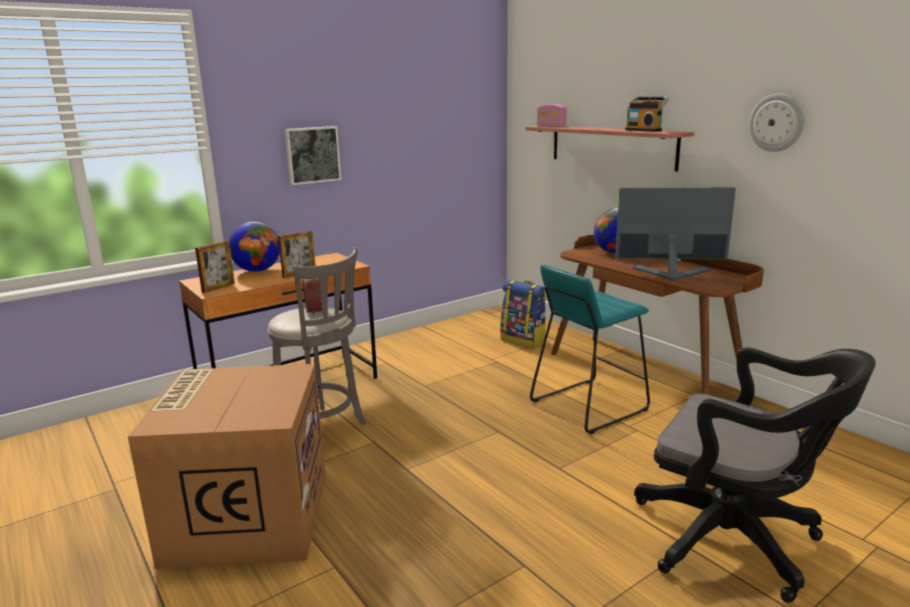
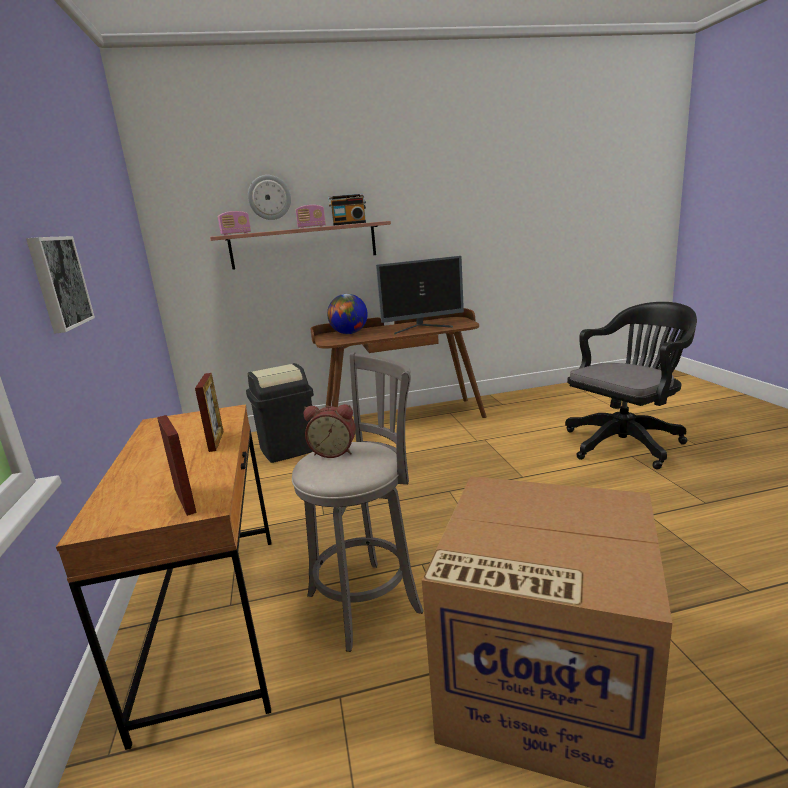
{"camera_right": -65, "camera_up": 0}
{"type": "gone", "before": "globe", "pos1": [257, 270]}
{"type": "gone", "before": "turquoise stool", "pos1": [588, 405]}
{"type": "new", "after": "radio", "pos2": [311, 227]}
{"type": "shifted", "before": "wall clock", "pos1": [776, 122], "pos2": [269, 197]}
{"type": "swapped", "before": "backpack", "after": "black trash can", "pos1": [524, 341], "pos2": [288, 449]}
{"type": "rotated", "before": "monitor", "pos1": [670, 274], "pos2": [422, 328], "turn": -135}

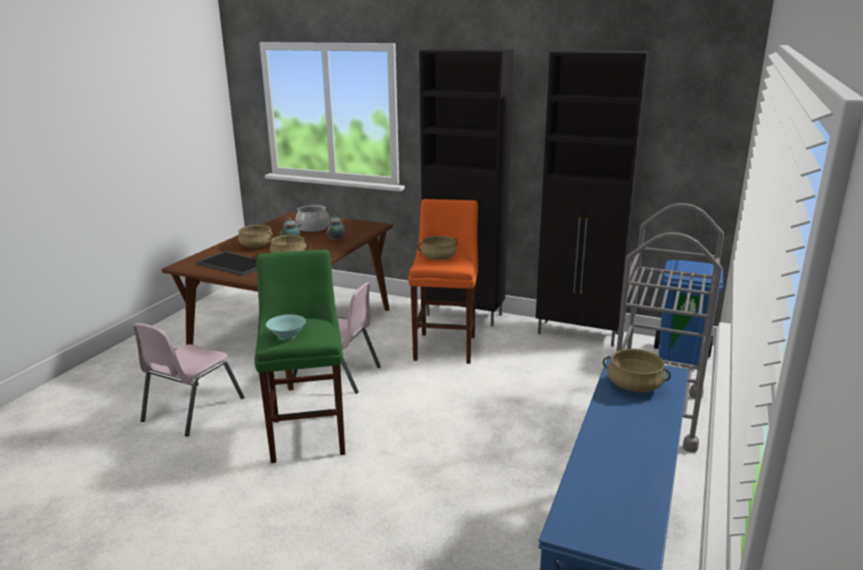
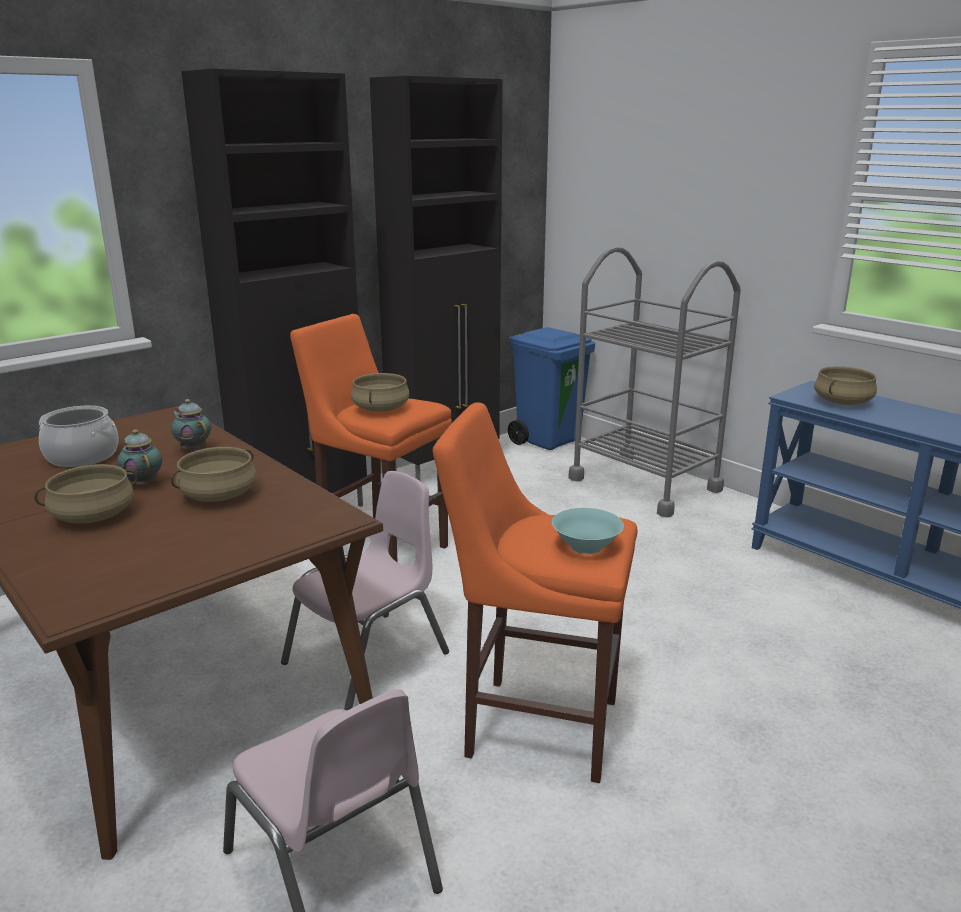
{"camera_right": -65, "camera_up": 0}
{"type": "gone", "before": "tray", "pos1": [235, 263]}
{"type": "repainted", "before": "green stool", "after": "orange stool", "pos1": [308, 433], "pos2": [534, 725]}

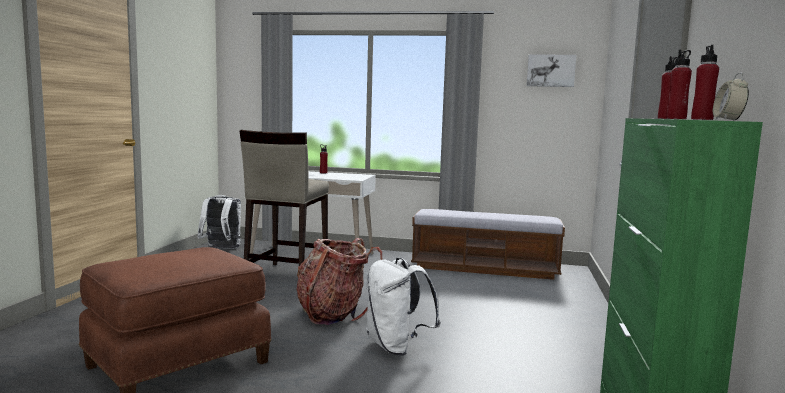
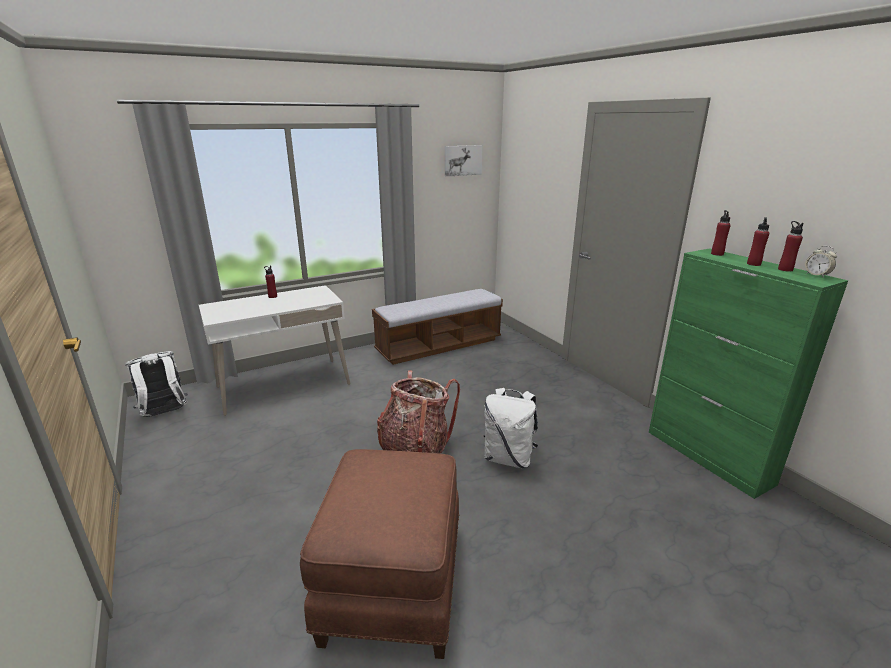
{"camera_right": -40, "camera_up": 15}
{"type": "gone", "before": "beige stool", "pos1": [285, 275]}

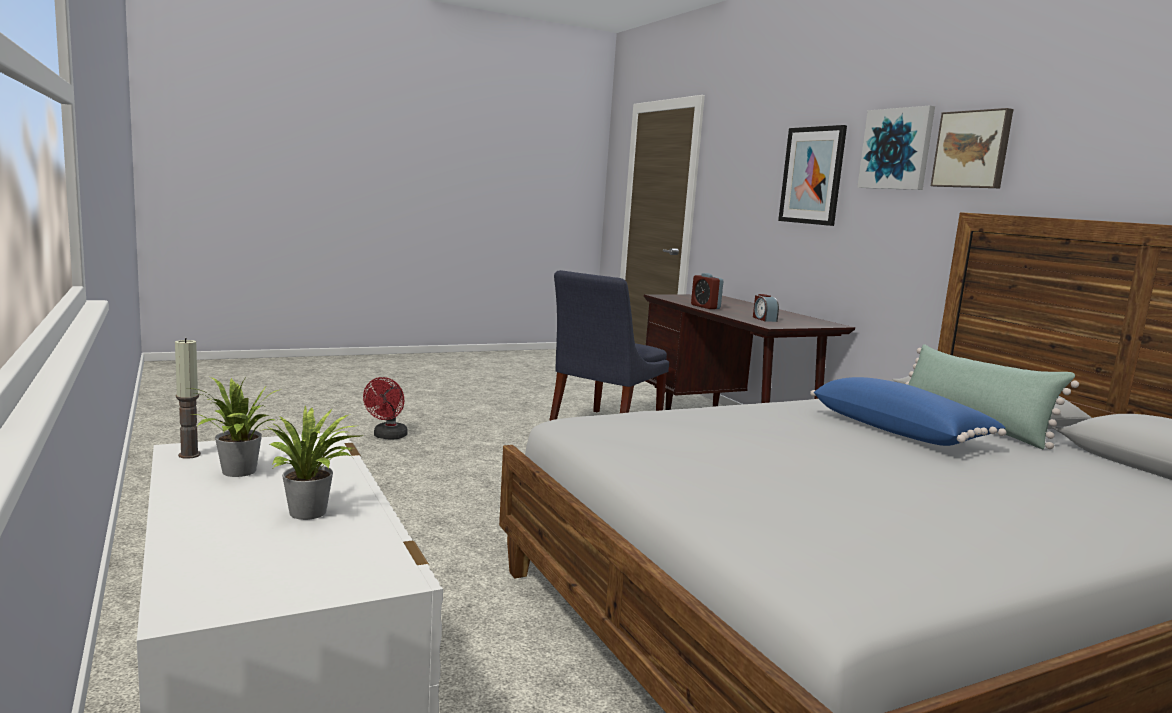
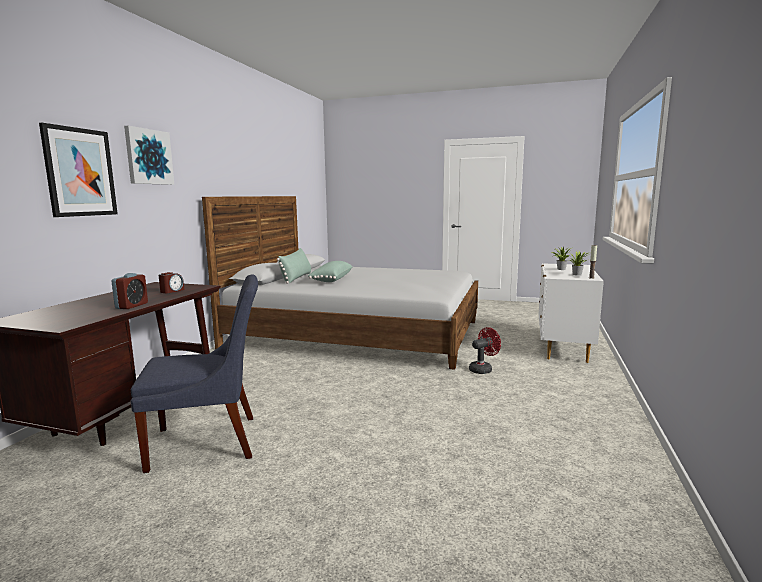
{"camera_right": -135, "camera_up": 0}
{"type": "gone", "before": "picture", "pos1": [973, 149]}
{"type": "shifted", "before": "red fan", "pos1": [388, 437], "pos2": [483, 369]}
{"type": "repainted", "before": "blue pillow", "after": "green pillow", "pos1": [900, 432], "pos2": [331, 280]}

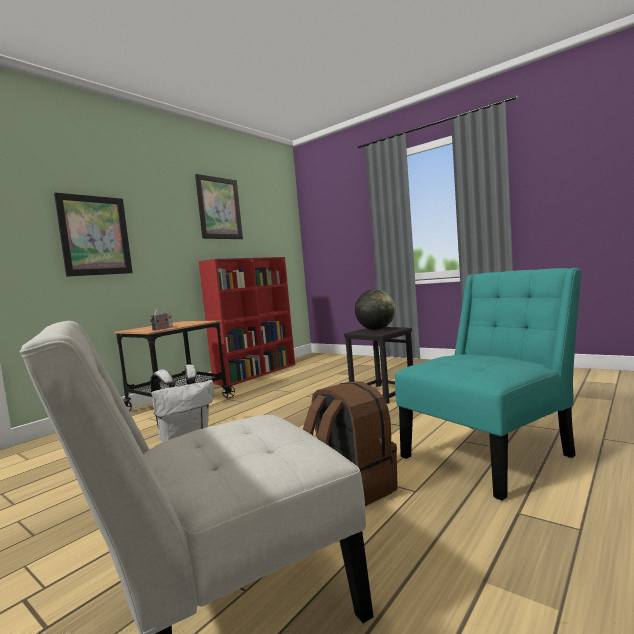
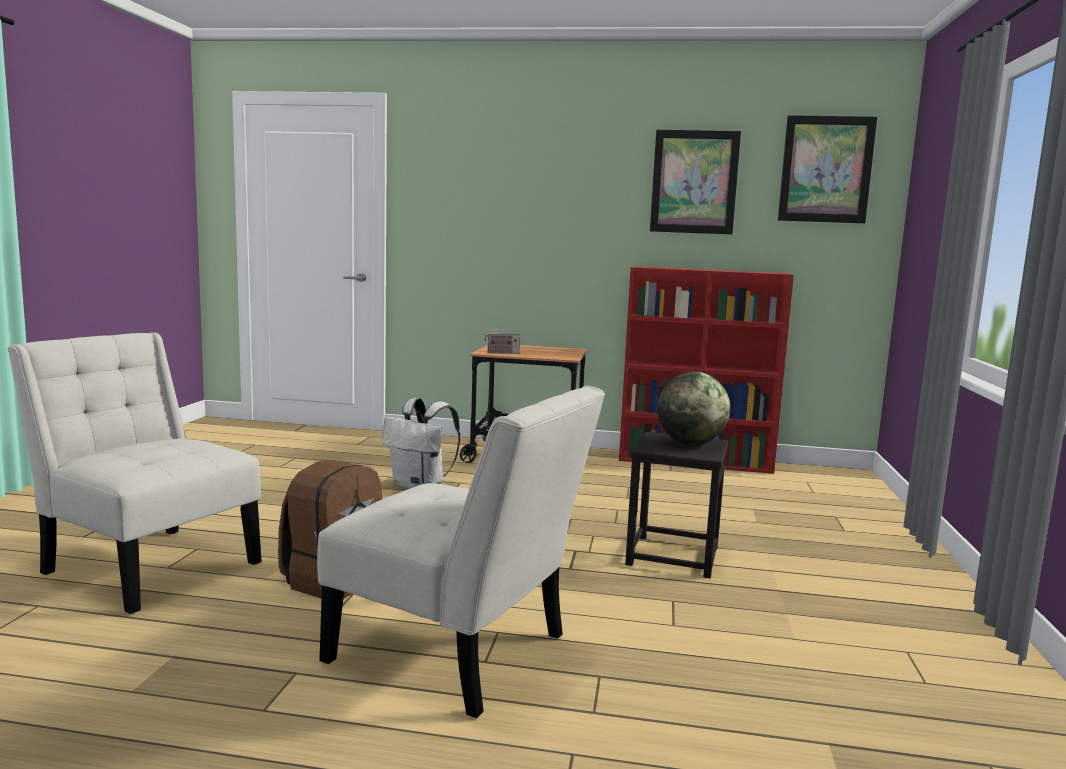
{"camera_right": 60, "camera_up": 5}
{"type": "shifted", "before": "picture", "pos1": [95, 235], "pos2": [826, 169]}
{"type": "repainted", "before": "turquoise chair", "after": "white chair", "pos1": [491, 454], "pos2": [458, 653]}

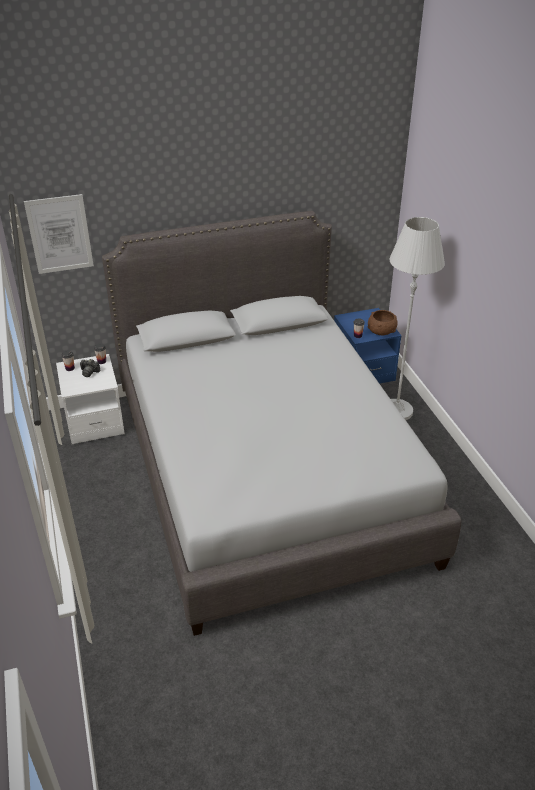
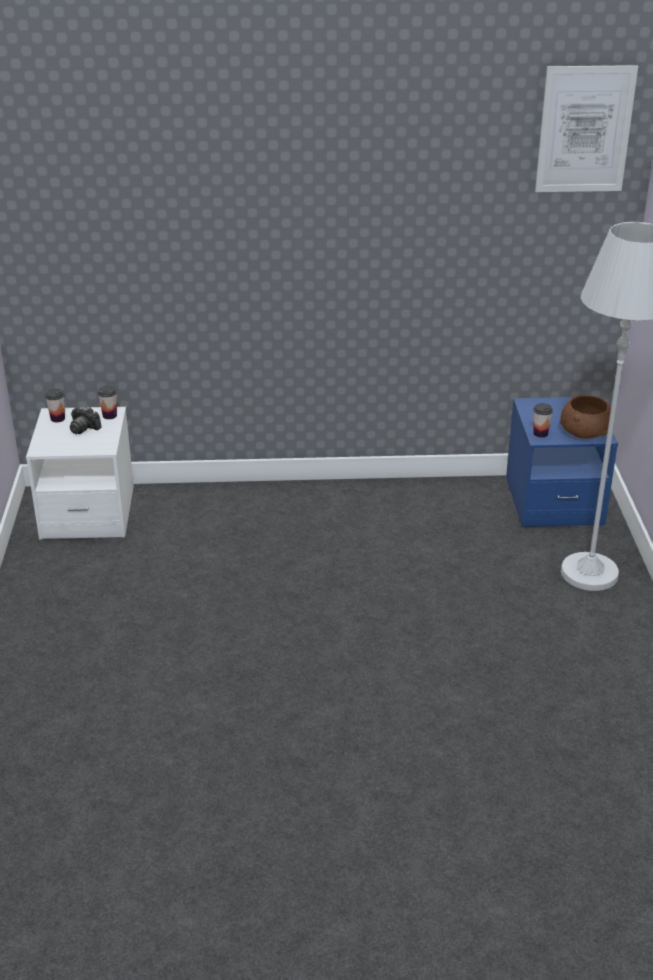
{"camera_right": 15, "camera_up": -5}
{"type": "gone", "before": "grey bed", "pos1": [267, 474]}
{"type": "shifted", "before": "picture", "pos1": [60, 234], "pos2": [584, 129]}

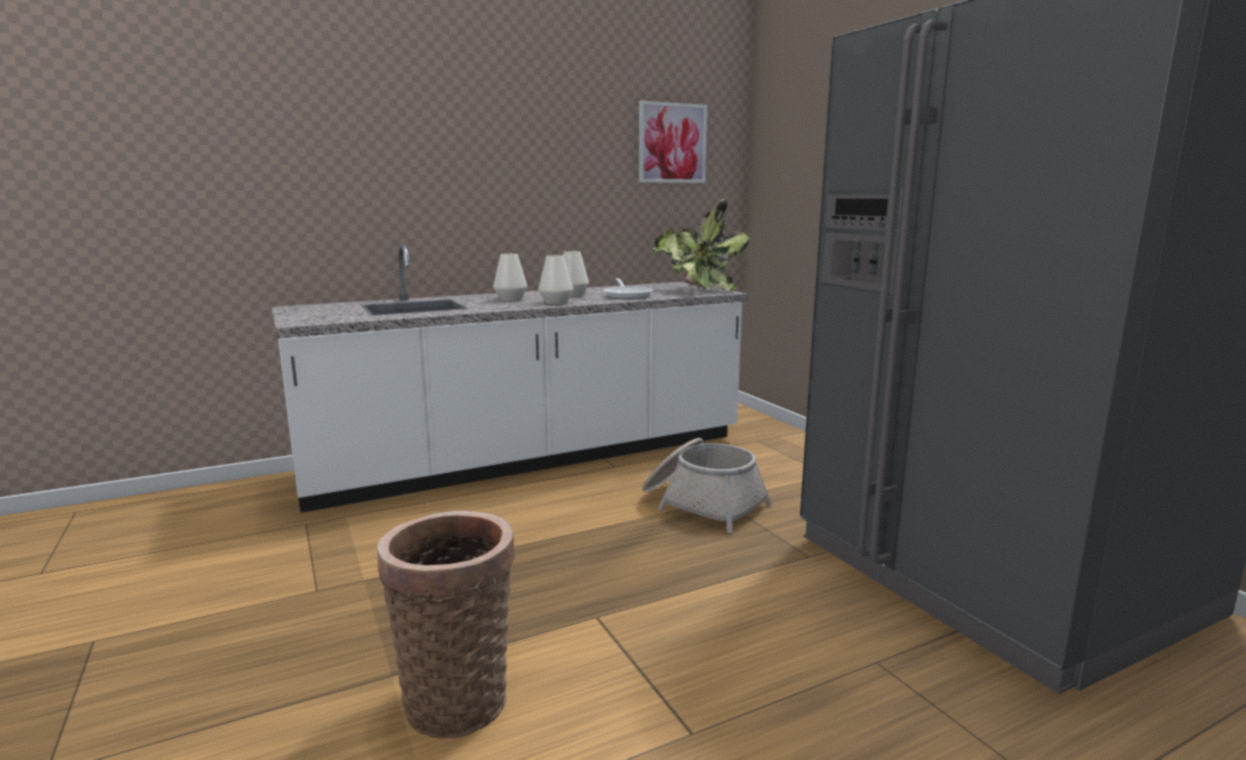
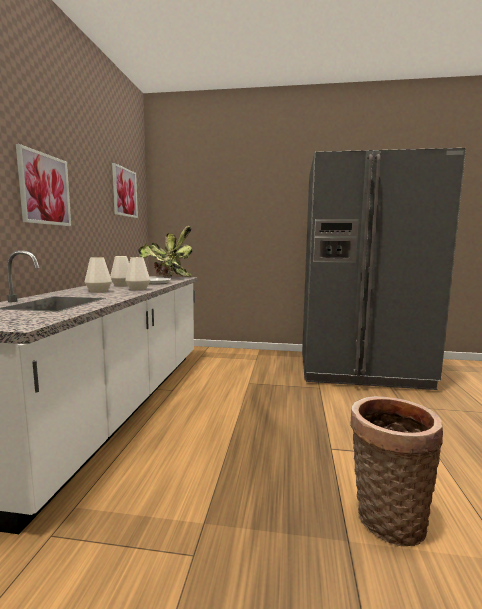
{"camera_right": -55, "camera_up": -5}
{"type": "gone", "before": "basket", "pos1": [702, 503]}
{"type": "new", "after": "picture", "pos2": [45, 189]}

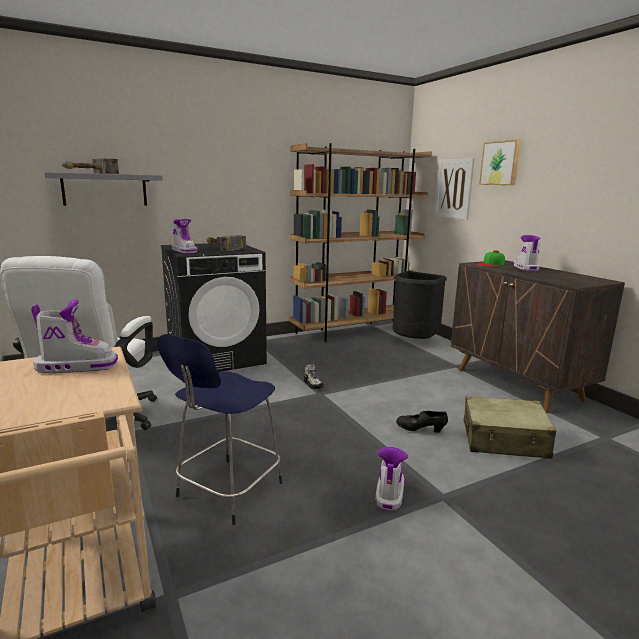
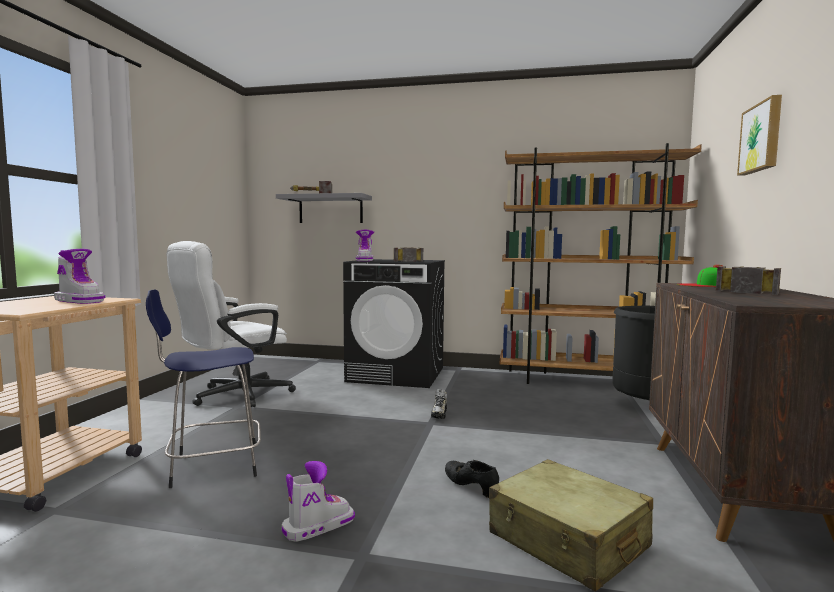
{"camera_right": 40, "camera_up": -10}
{"type": "gone", "before": "picture", "pos1": [454, 189]}
{"type": "swapped", "before": "boot", "after": "hammer", "pos1": [525, 268], "pos2": [750, 290]}

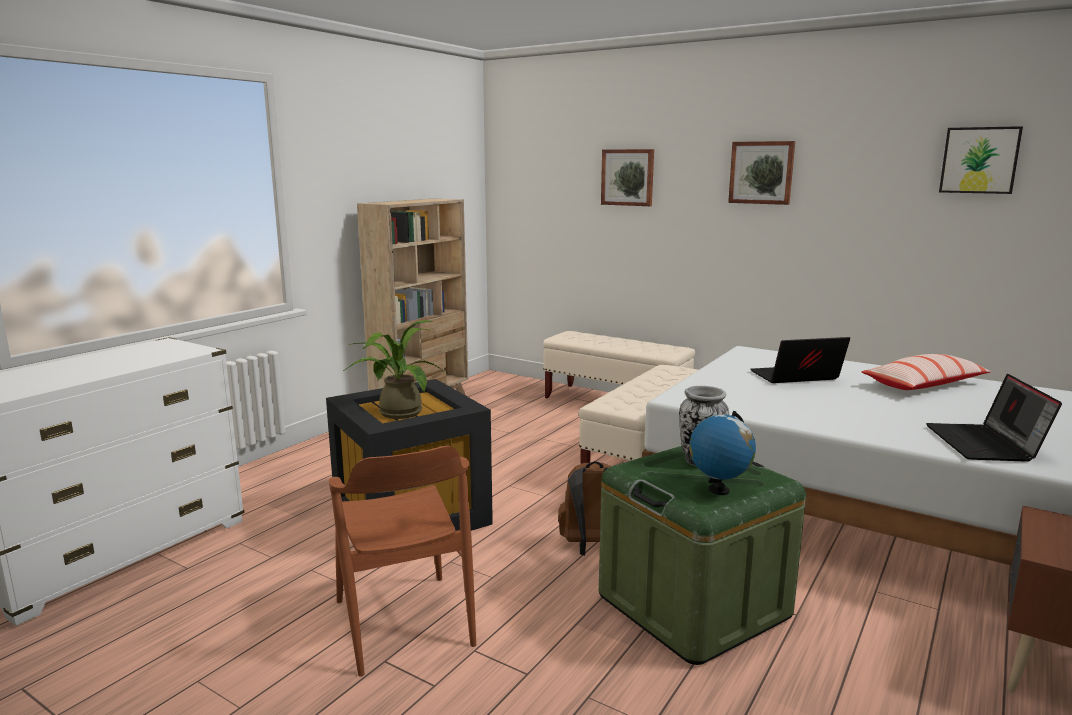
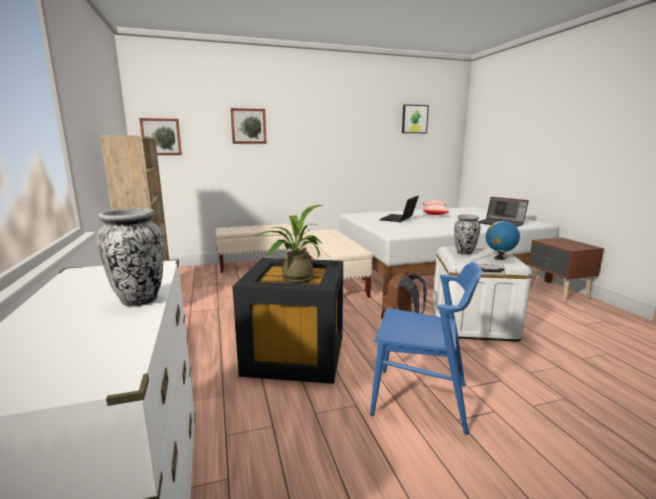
{"camera_right": -50, "camera_up": 0}
{"type": "new", "after": "vase", "pos2": [140, 300]}
{"type": "shifted", "before": "picture", "pos1": [761, 172], "pos2": [161, 137]}
{"type": "repainted", "before": "brown chair", "after": "blue chair", "pos1": [403, 622], "pos2": [420, 399]}
{"type": "repainted", "before": "green storage box", "after": "white storage box", "pos1": [693, 605], "pos2": [473, 323]}

